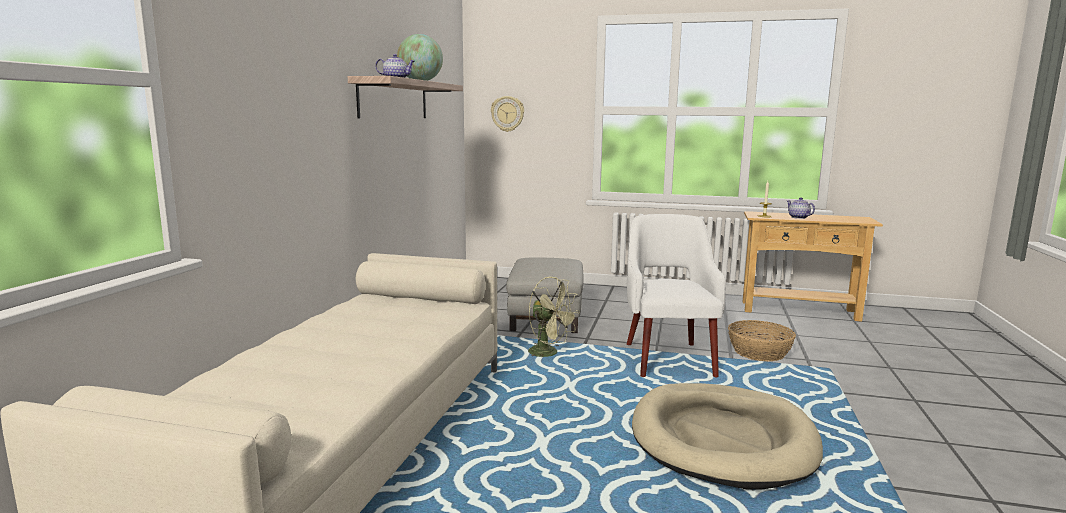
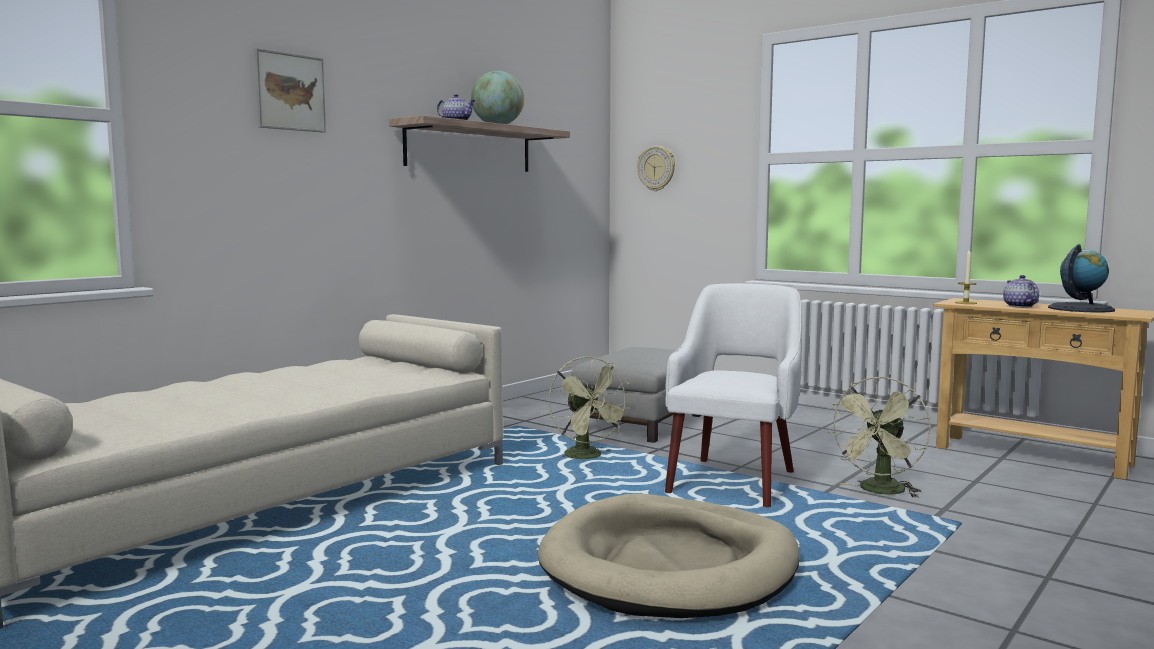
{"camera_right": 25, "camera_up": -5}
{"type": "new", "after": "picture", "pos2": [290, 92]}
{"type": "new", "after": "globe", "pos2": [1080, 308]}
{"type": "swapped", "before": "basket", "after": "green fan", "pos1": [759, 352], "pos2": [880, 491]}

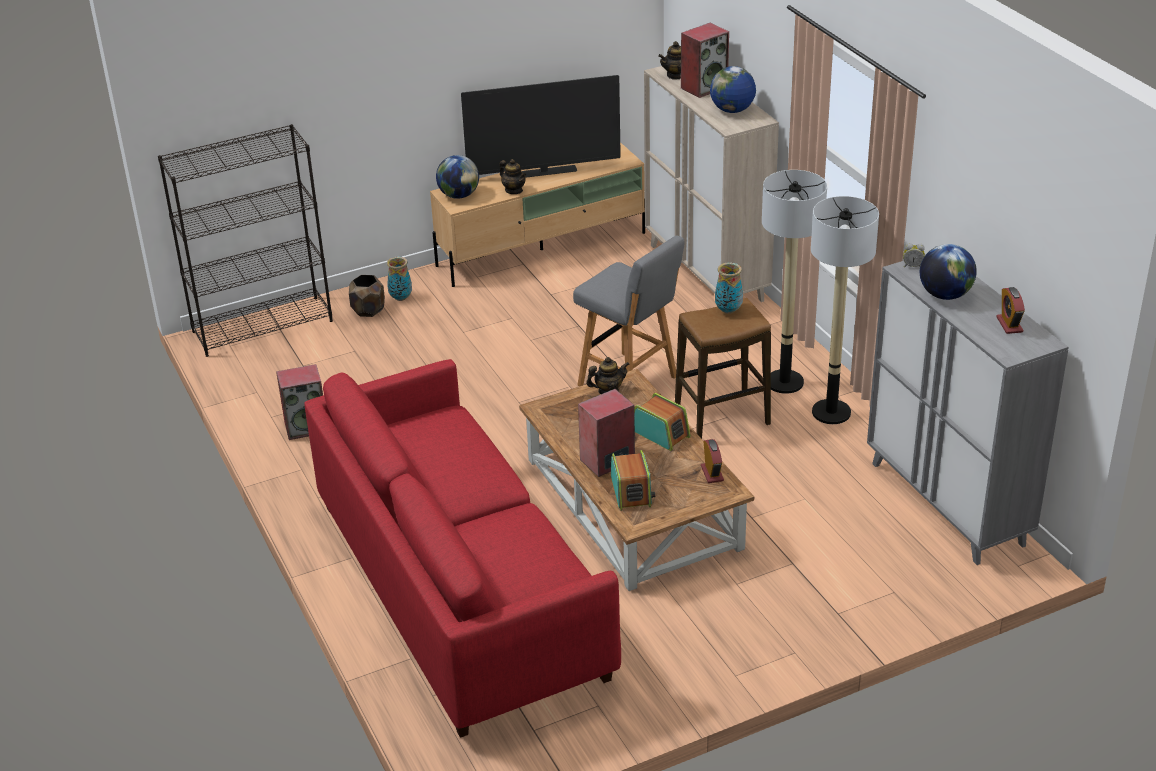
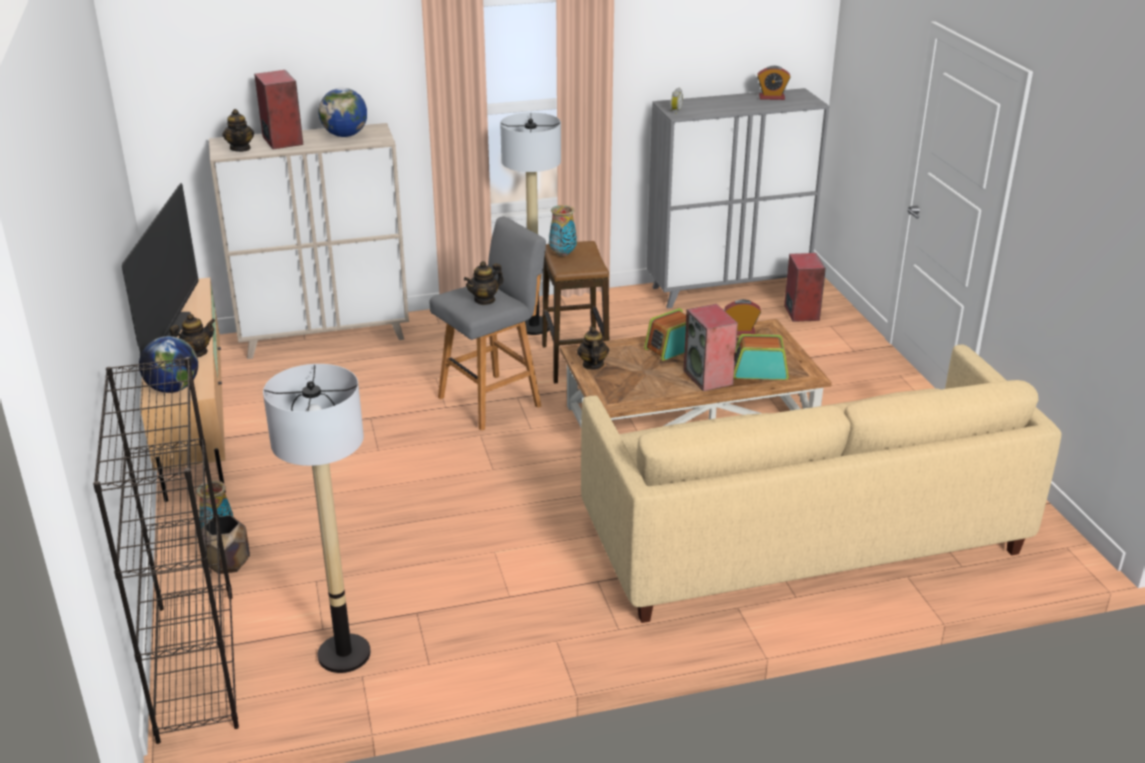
{"camera_right": -80, "camera_up": -5}
{"type": "gone", "before": "globe", "pos1": [945, 295]}
{"type": "new", "after": "teapot", "pos2": [484, 300]}
{"type": "shifted", "before": "speaker", "pos1": [307, 427], "pos2": [801, 312]}
{"type": "shifted", "before": "floor lamp", "pos1": [831, 412], "pos2": [344, 654]}
{"type": "repainted", "before": "red sofa", "after": "beige sofa", "pos1": [459, 589], "pos2": [802, 536]}

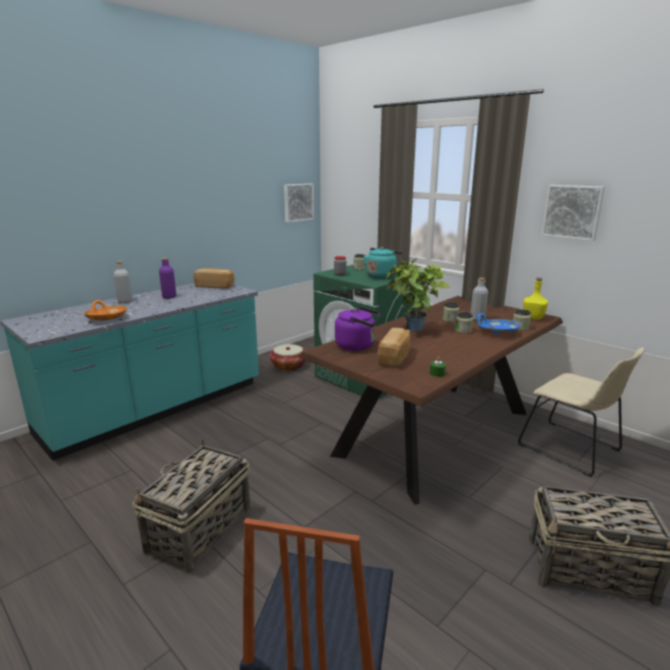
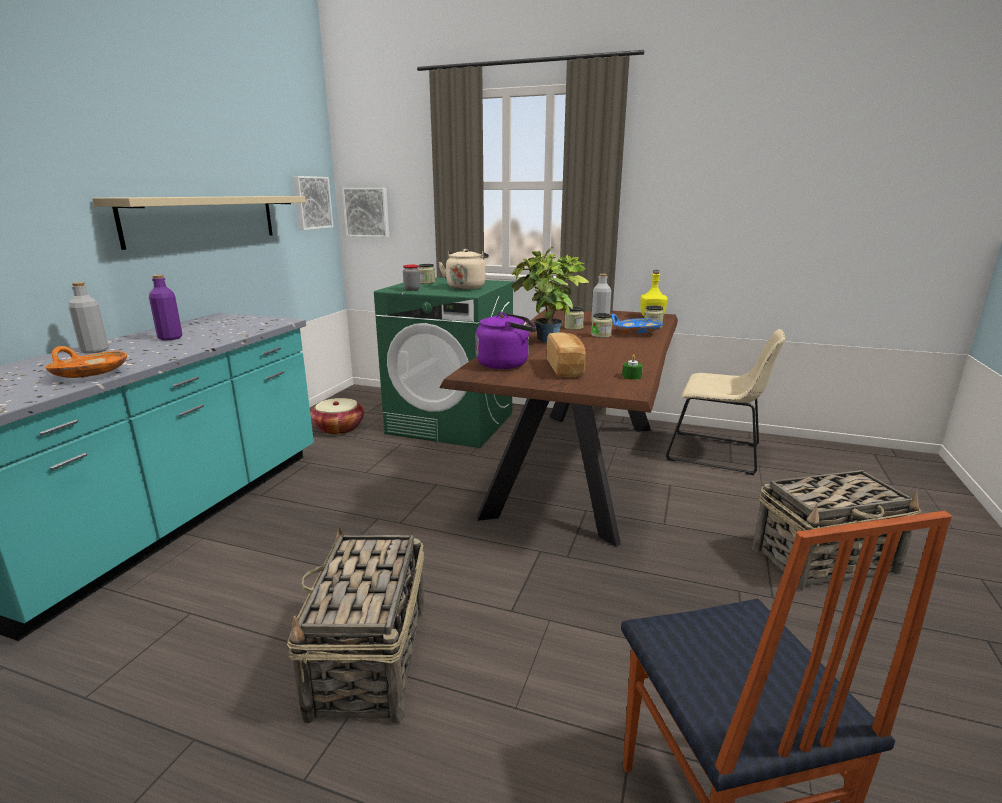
{"camera_right": -25, "camera_up": 0}
{"type": "gone", "before": "bread", "pos1": [215, 286]}
{"type": "new", "after": "beige shelf", "pos2": [203, 219]}
{"type": "shifted", "before": "picture", "pos1": [572, 212], "pos2": [367, 212]}
{"type": "repainted", "before": "turquoise kettle", "after": "beige kettle", "pos1": [381, 276], "pos2": [466, 287]}

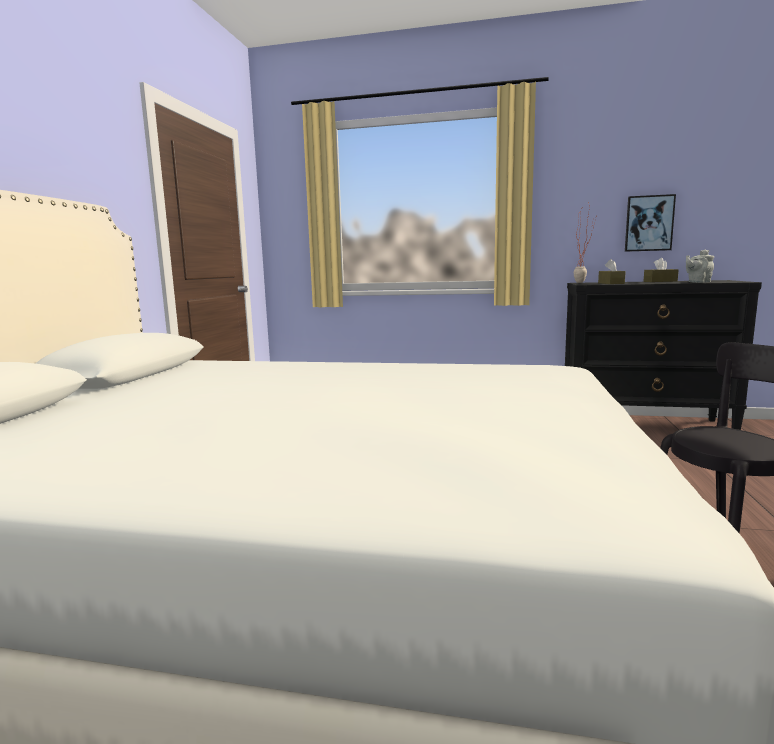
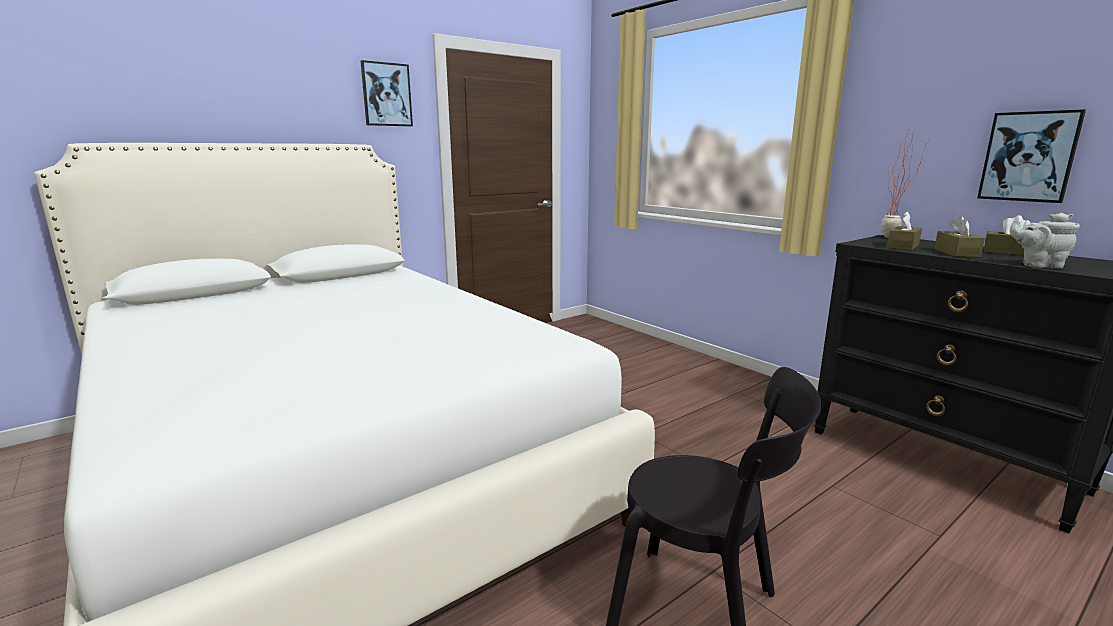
{"camera_right": 40, "camera_up": 5}
{"type": "new", "after": "picture", "pos2": [386, 94]}
{"type": "new", "after": "brown tissue box", "pos2": [956, 253]}

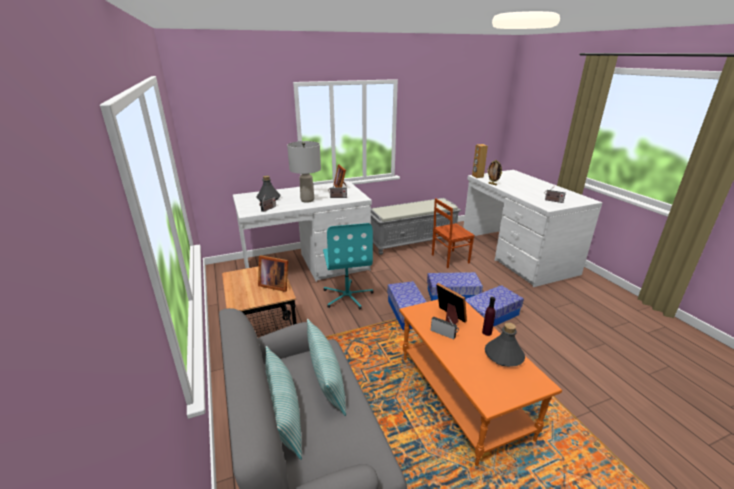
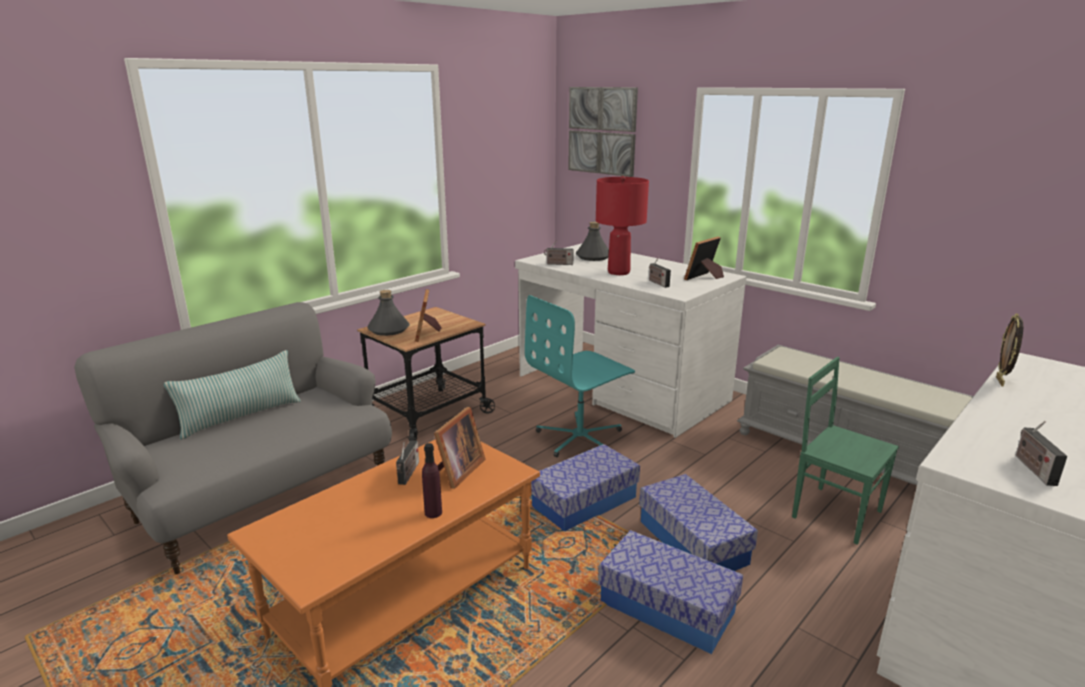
{"camera_right": 65, "camera_up": -5}
{"type": "gone", "before": "pillow", "pos1": [326, 380]}
{"type": "gone", "before": "brown speaker", "pos1": [477, 176]}
{"type": "new", "after": "picture", "pos2": [602, 131]}
{"type": "shifted", "before": "grey bottle", "pos1": [504, 355], "pos2": [389, 330]}
{"type": "repainted", "before": "grey table lamp", "after": "red table lamp", "pos1": [307, 200], "pos2": [618, 272]}
{"type": "repainted", "before": "brown chair", "after": "green chair", "pos1": [449, 259], "pos2": [835, 513]}

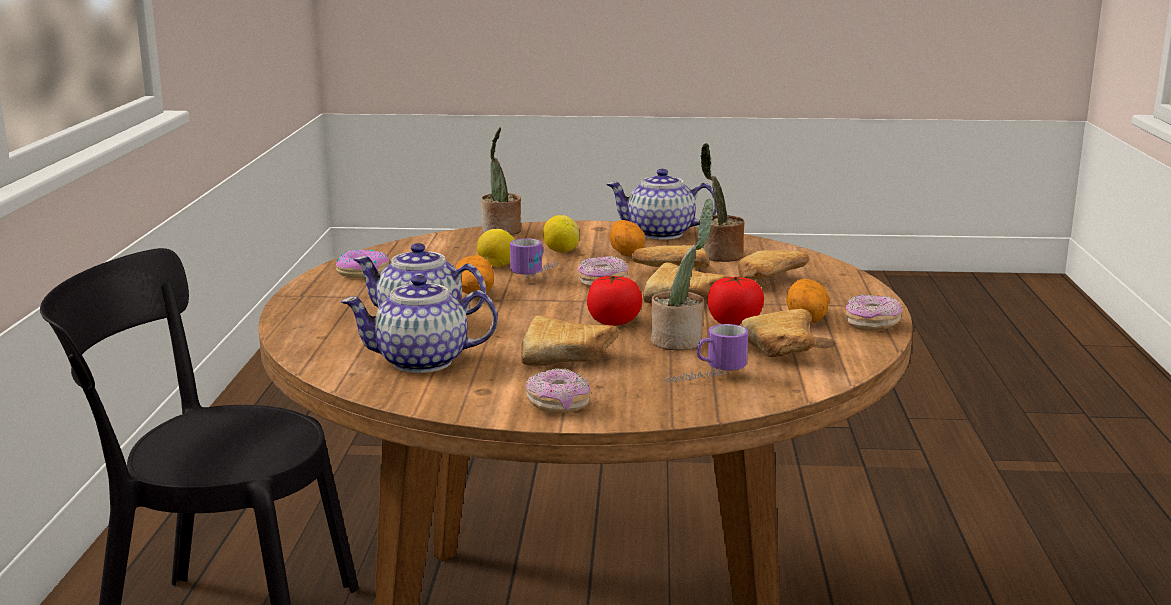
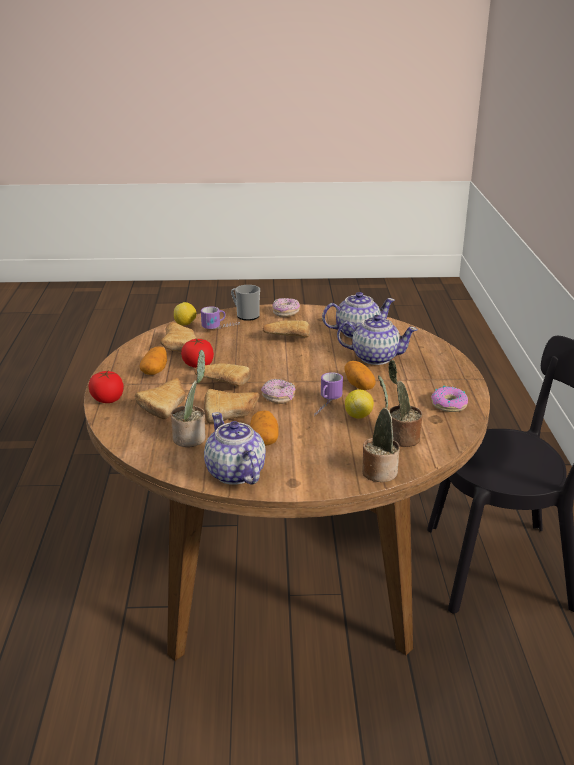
{"camera_right": 175, "camera_up": 10}
{"type": "gone", "before": "donut", "pos1": [872, 325]}
{"type": "new", "after": "mug", "pos2": [245, 315]}
{"type": "shifted", "before": "lemon", "pos1": [561, 251], "pos2": [185, 324]}
{"type": "shifted", "before": "tomato", "pos1": [613, 322], "pos2": [107, 399]}
{"type": "shifted", "before": "potted plant", "pos1": [680, 341], "pos2": [401, 438]}
{"type": "rotated", "before": "teapot", "pos1": [661, 234], "pos2": [235, 473], "turn": -120}

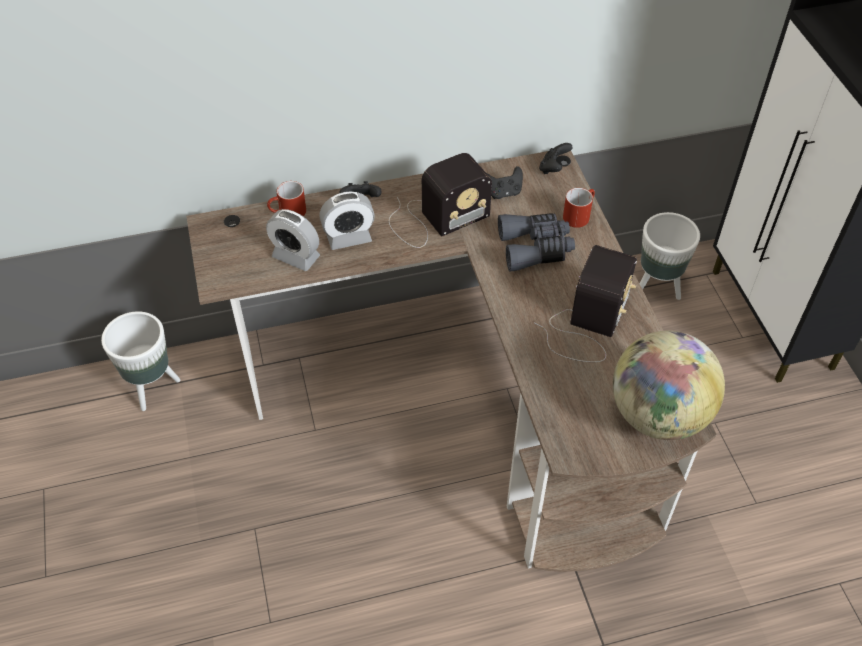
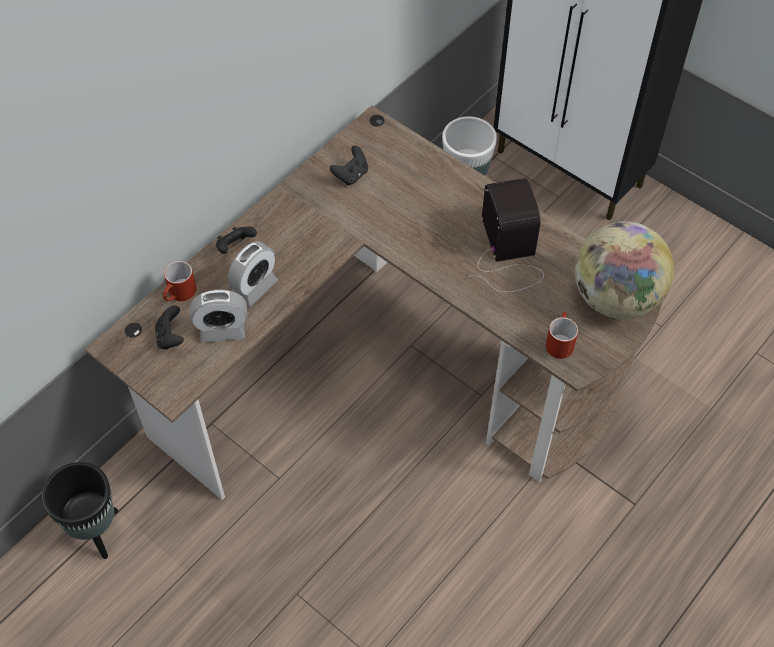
{"camera_right": -35, "camera_up": 5}
{"type": "gone", "before": "radio", "pos1": [435, 219]}
{"type": "gone", "before": "grey binoculars", "pos1": [535, 248]}
{"type": "shifted", "before": "black game controller", "pos1": [553, 168], "pos2": [170, 337]}
{"type": "shifted", "before": "red mug", "pos1": [578, 215], "pos2": [559, 341]}
{"type": "repainted", "before": "white planter", "after": "black planter", "pos1": [152, 387], "pos2": [96, 532]}

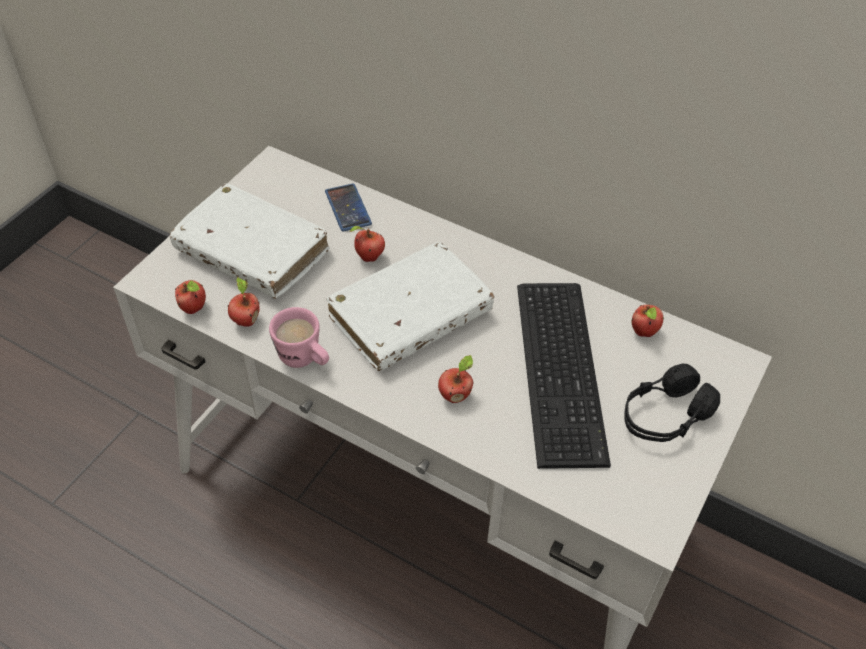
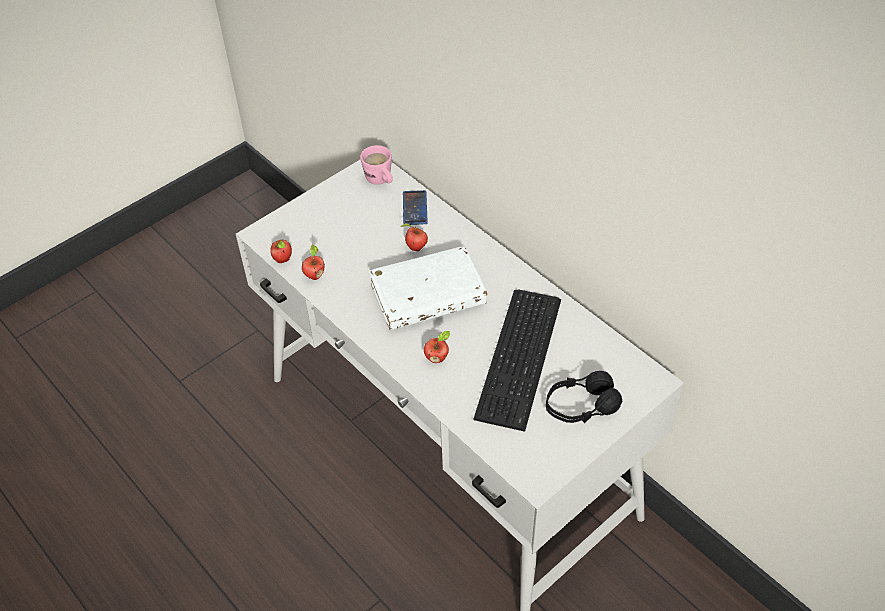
{"camera_right": 20, "camera_up": 0}
{"type": "gone", "before": "white book", "pos1": [252, 252]}
{"type": "gone", "before": "apple", "pos1": [644, 333]}
{"type": "shifted", "before": "pink mug", "pos1": [305, 360], "pos2": [381, 181]}

